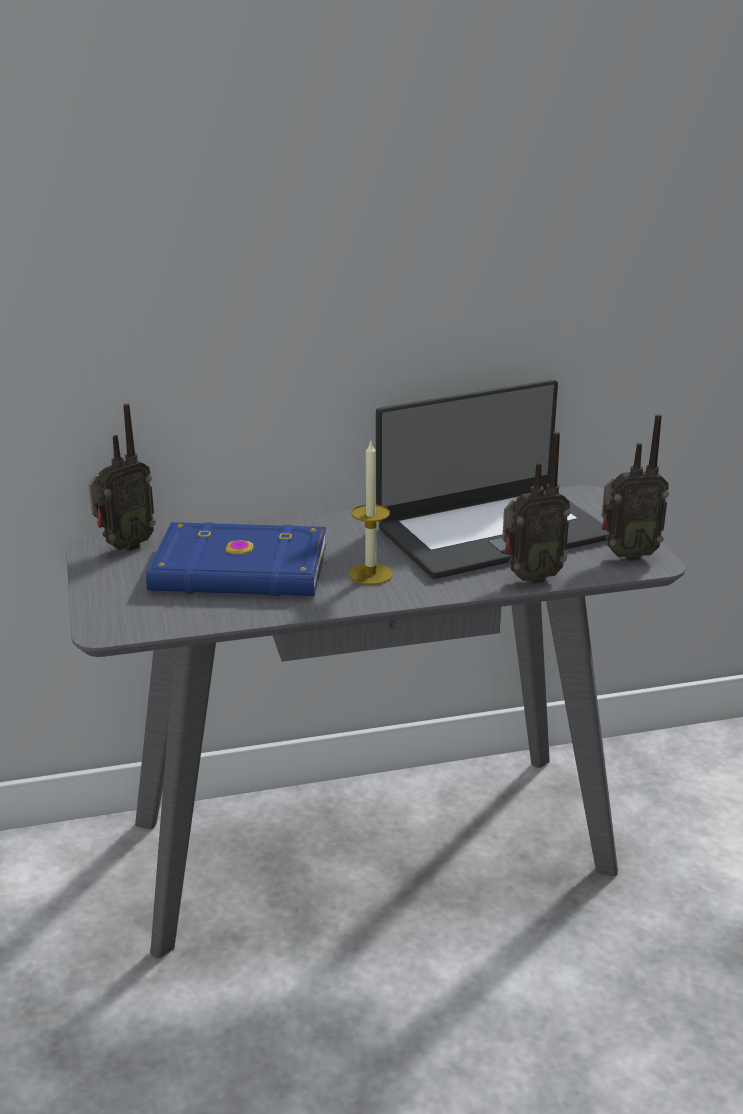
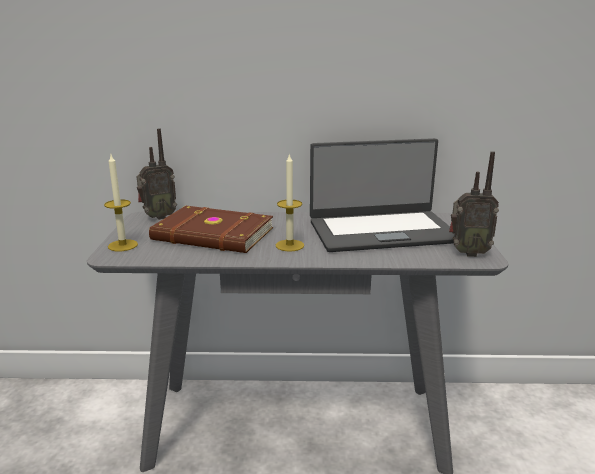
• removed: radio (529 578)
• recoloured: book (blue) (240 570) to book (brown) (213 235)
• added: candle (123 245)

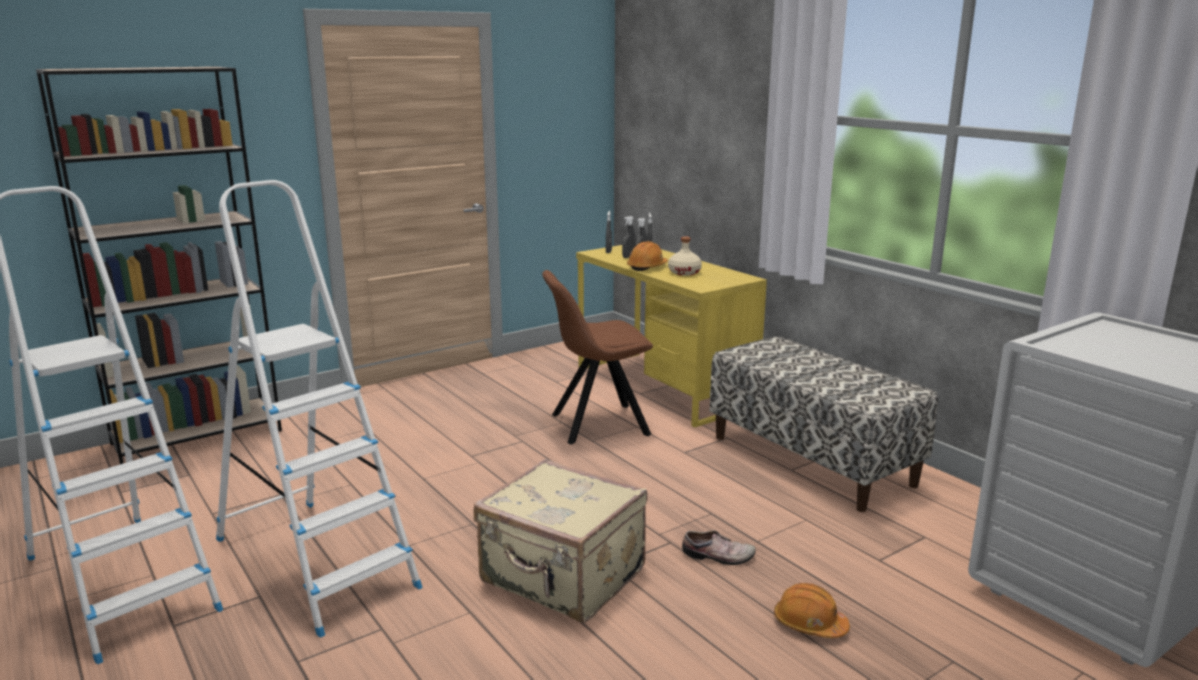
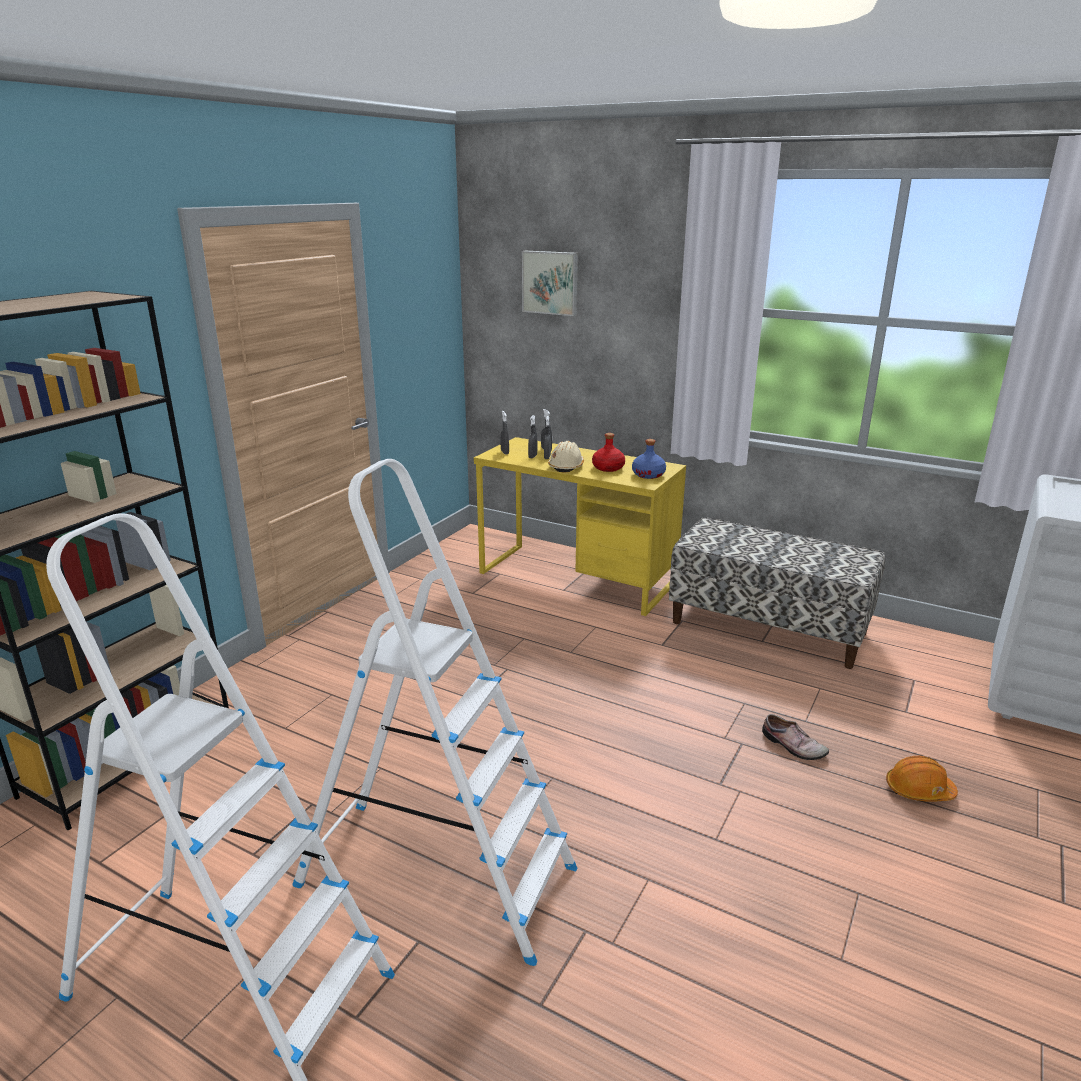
• recoloured: bottle (beige) (684 272) to bottle (red) (608 468)
• recoloured: hard hat (orange) (647 267) to hard hat (beige) (566 466)
• removed: chair (brown) (599 424)
• removed: suitcase (beige) (562 578)
• turned: shoe (718 557) = (792 746) 60 degrees clockwise
• added: picture (551 282)
• added: bottle (blue) (648 475)

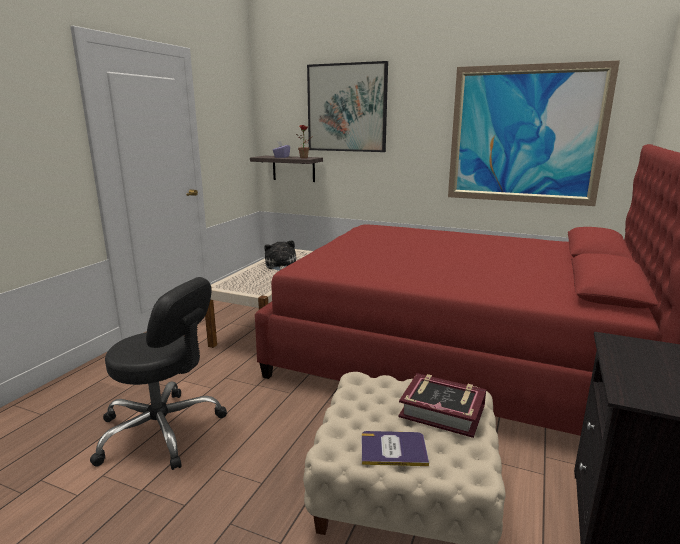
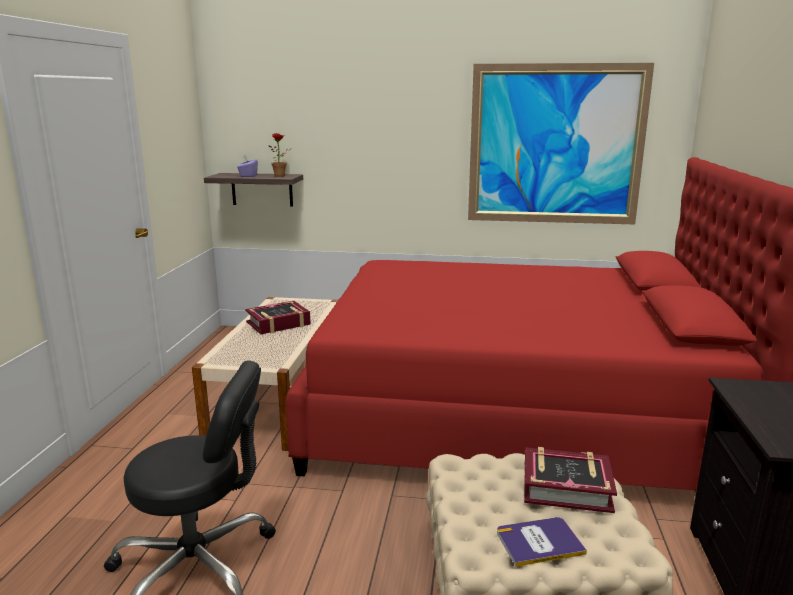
• removed: picture (347 108)
• replaced: plush toy (280 266) to book (278 323)

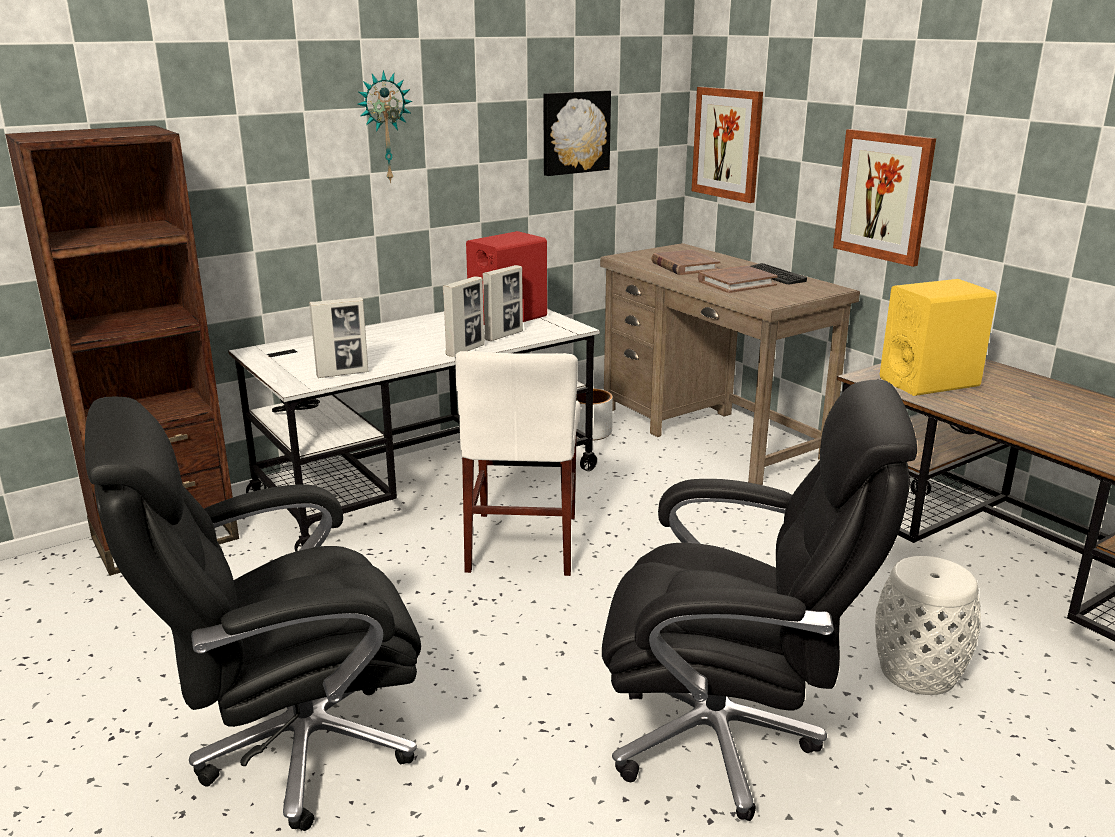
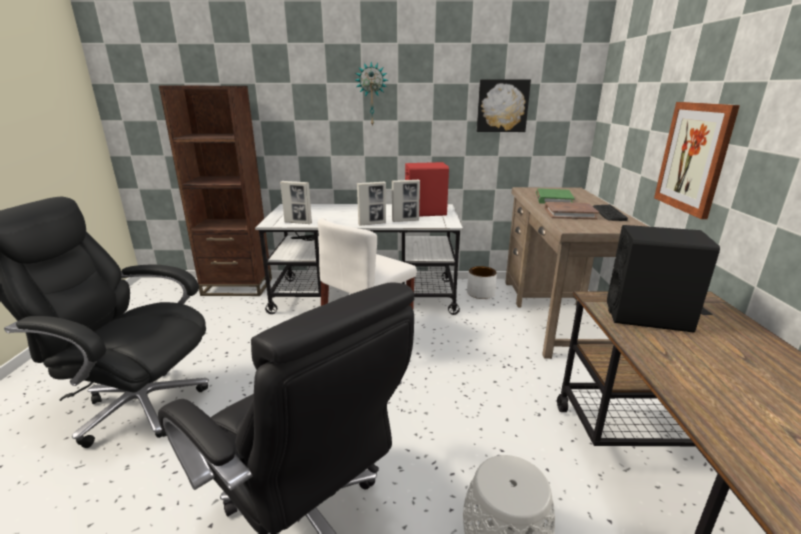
• removed: picture (727 143)
• recoloured: book (brown) (684 266) to book (green) (553 199)
• recoloured: speaker (yellow) (929 382) to speaker (black) (647 316)

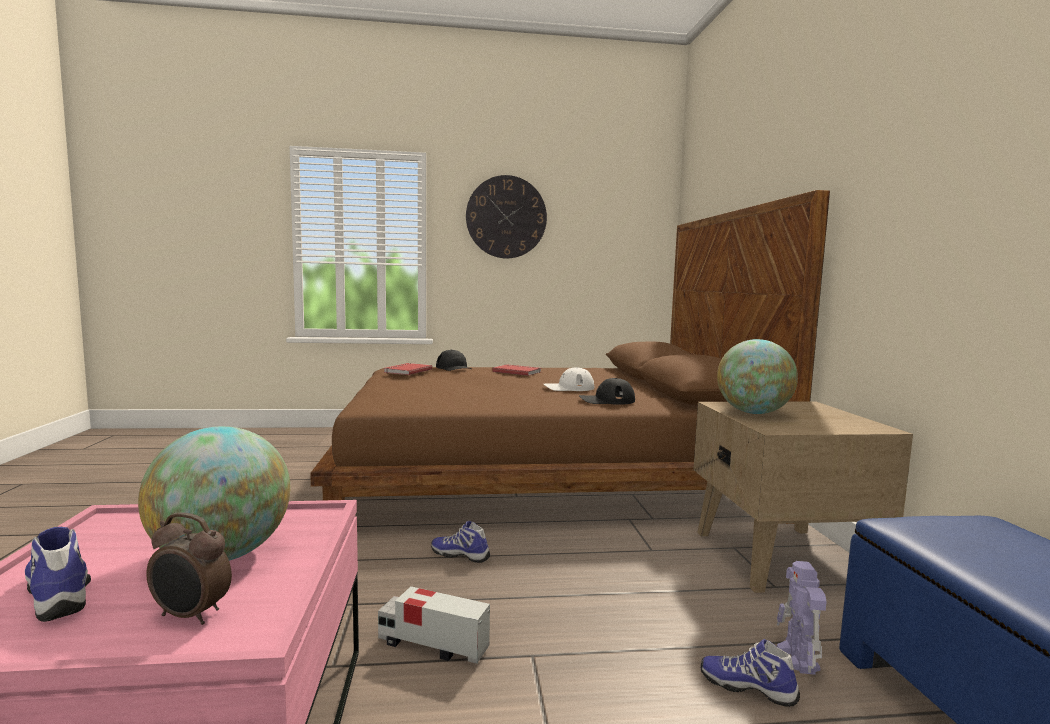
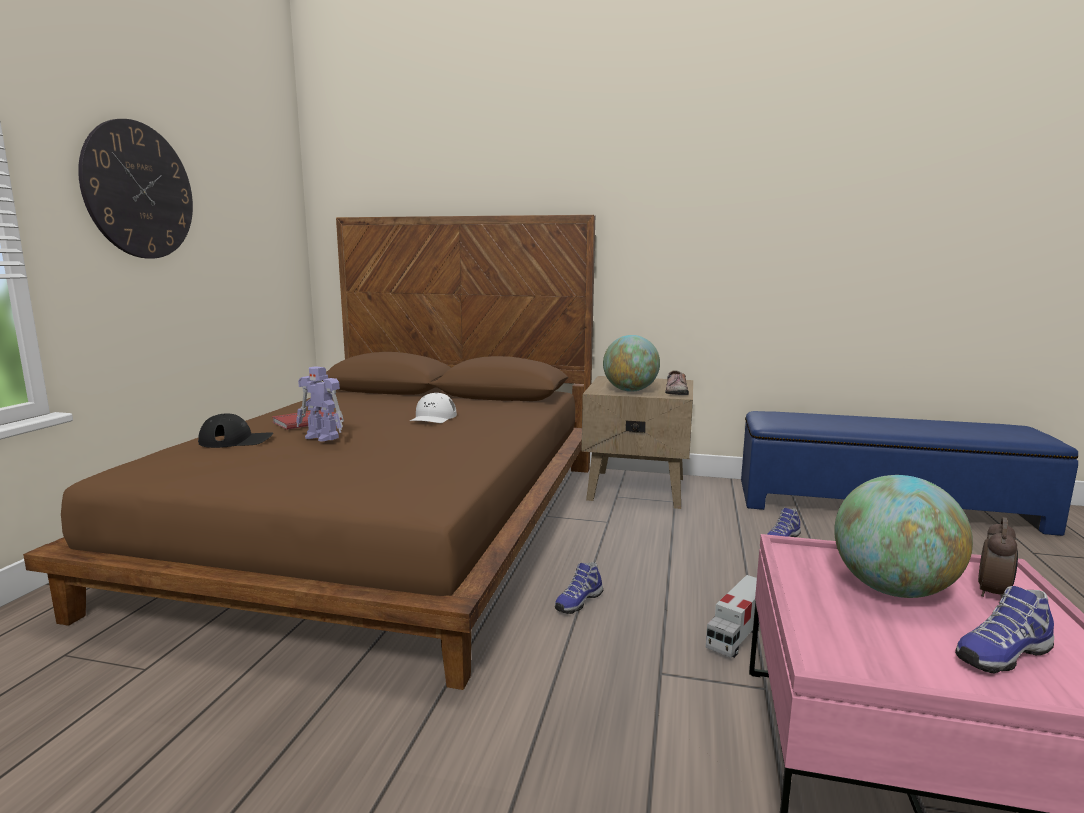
• removed: book (red) (407 371)
• removed: cap (black) (606 400)
• moved: toy robot (798 659) to (322 437)
• added: shoe (675 392)

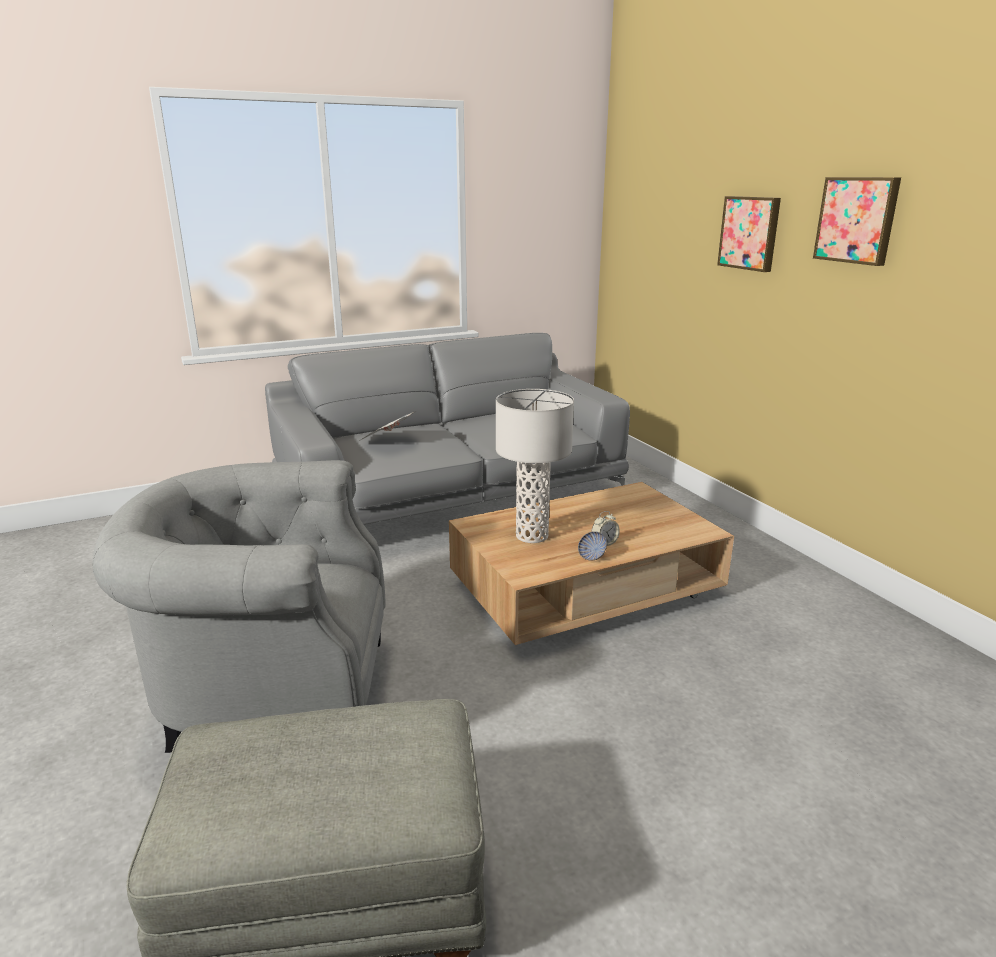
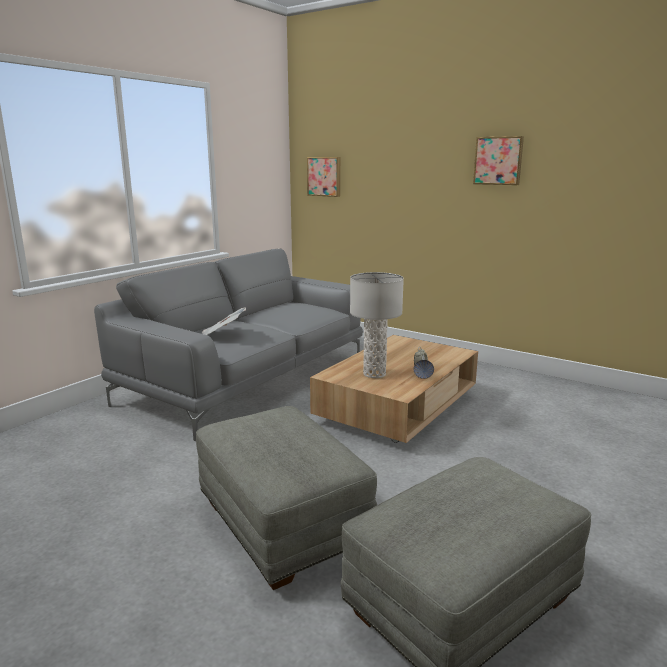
• moved: picture (750 233) to (324 176)
• replaced: armchair (grey) (272 700) to ottoman (grey) (281 526)

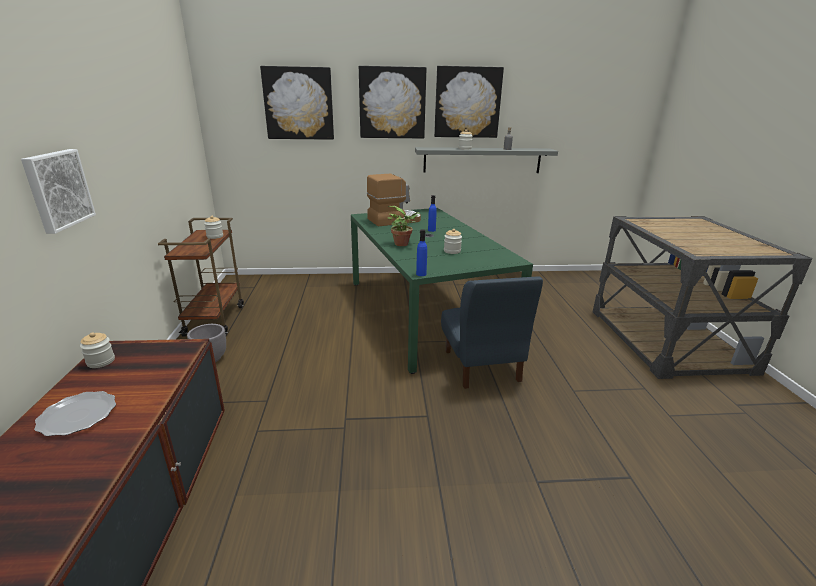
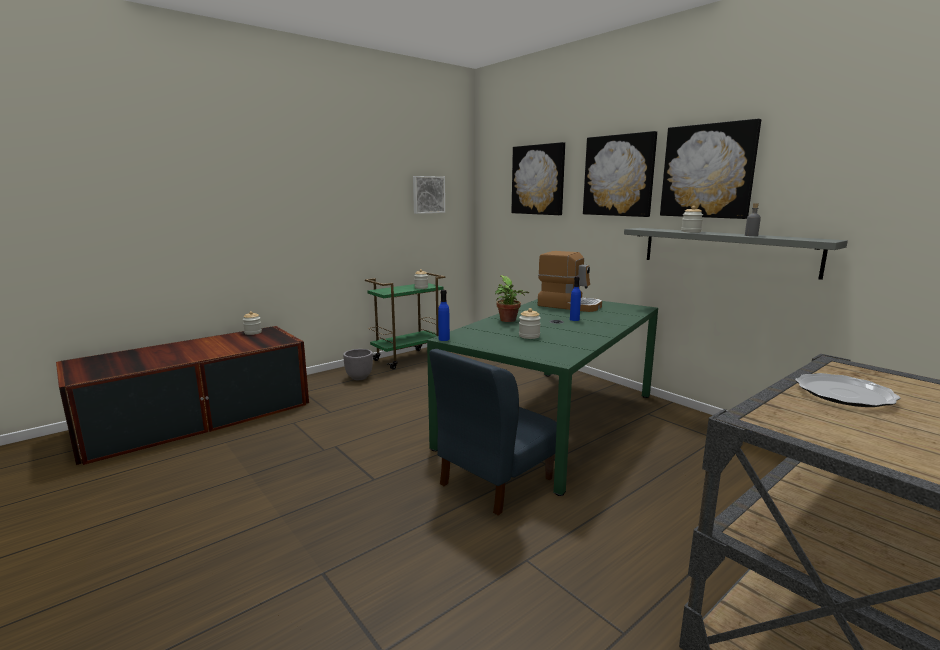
• moved: picture (57 189) to (428 194)
• recoloured: cart (brown) (215 319) to cart (green) (408 359)
• moved: plate (78 415) to (844 393)

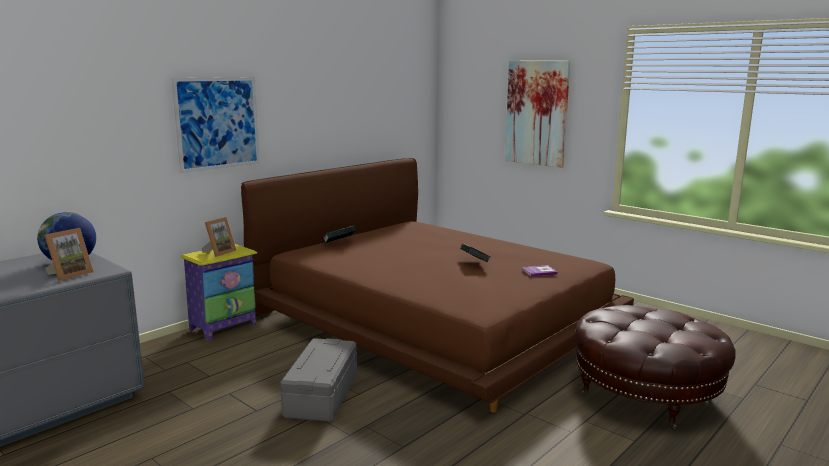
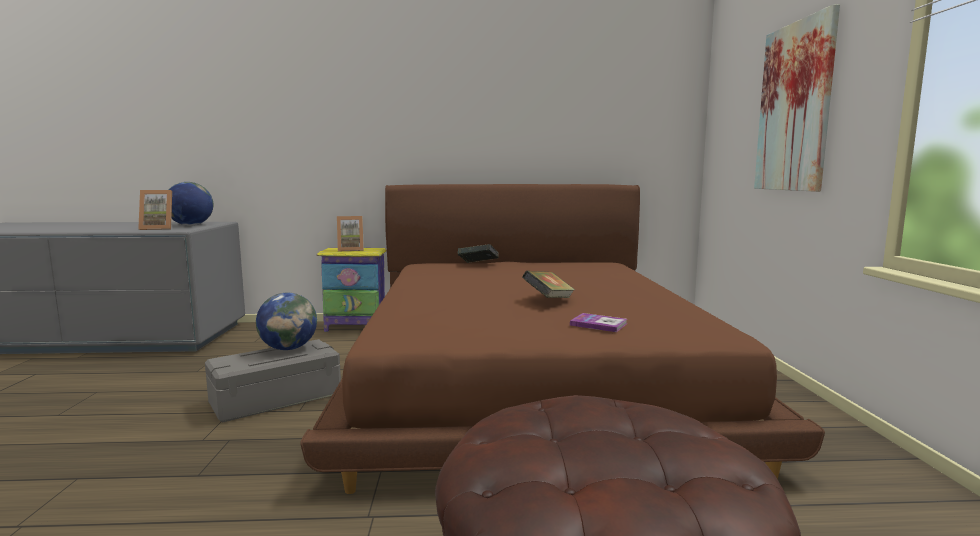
• removed: picture (218 123)
• added: globe (288 348)

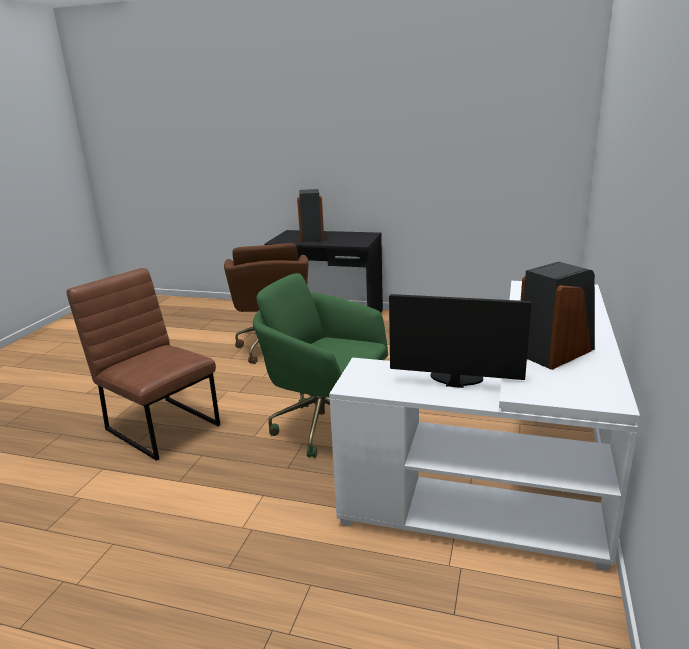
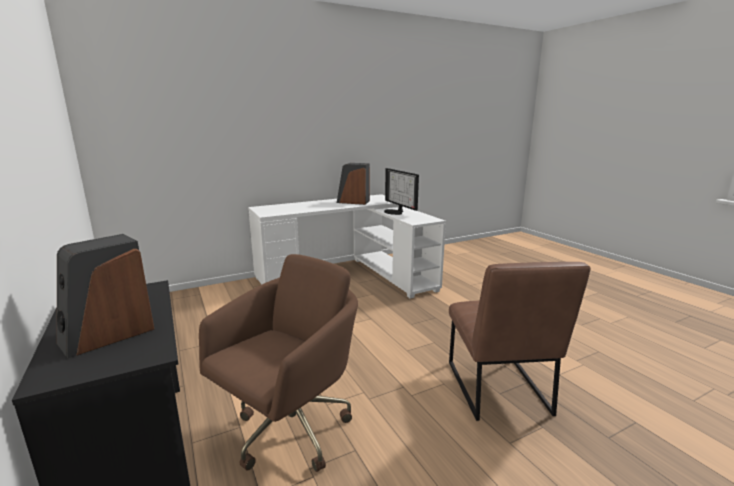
• removed: office chair (green) (327 429)

